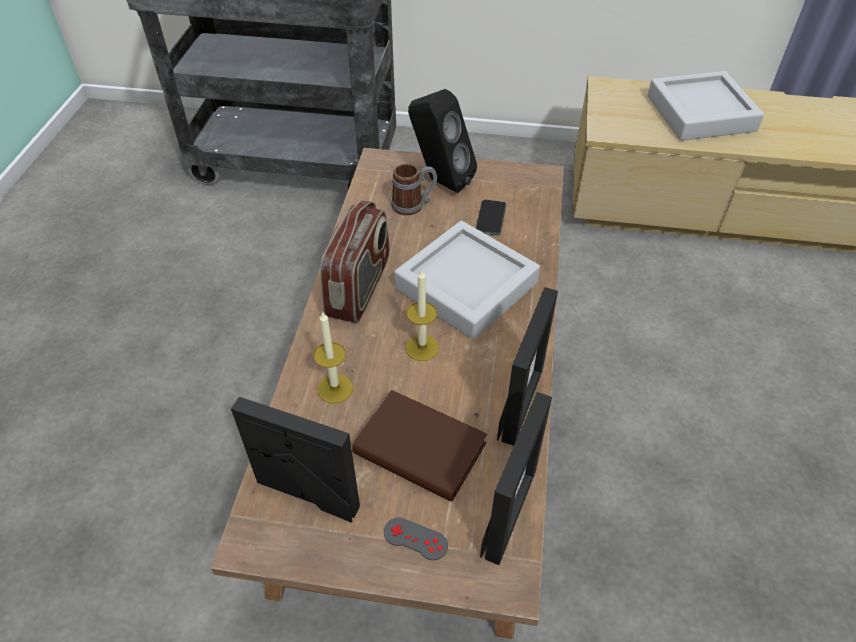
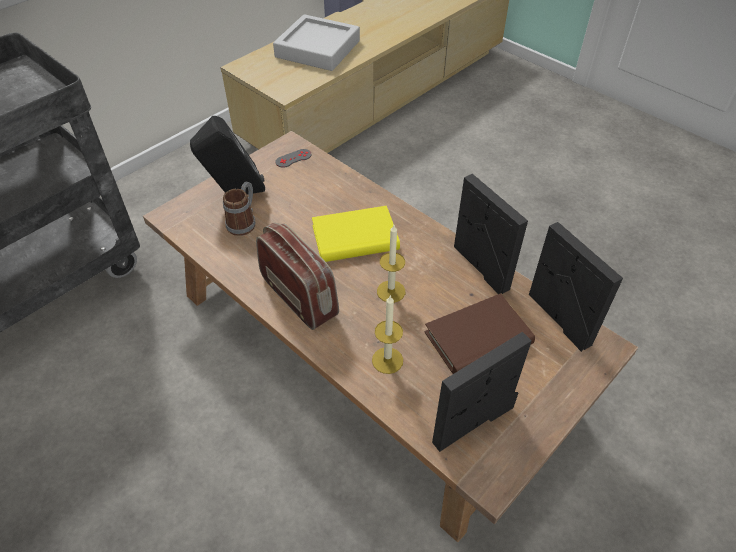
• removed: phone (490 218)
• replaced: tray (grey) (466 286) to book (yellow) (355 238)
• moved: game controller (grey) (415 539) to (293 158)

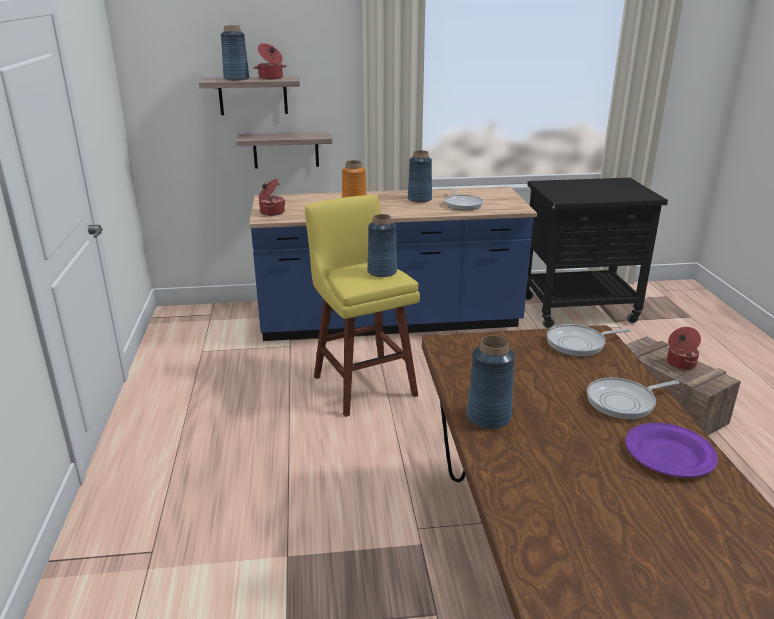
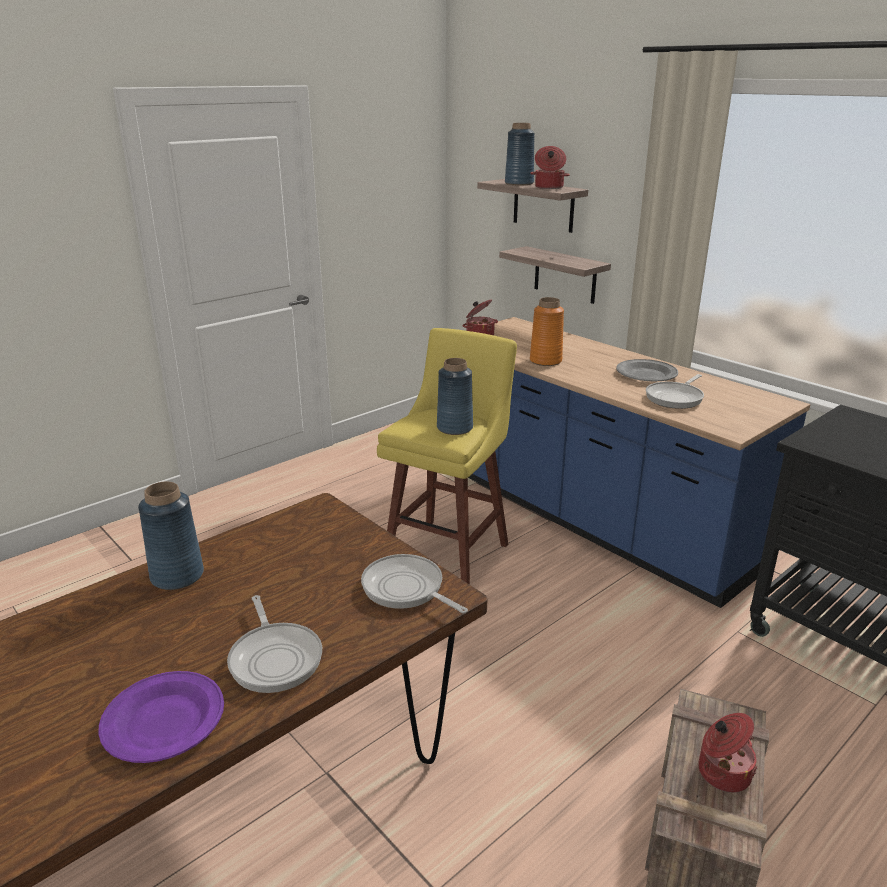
• replaced: vase (blue) (419 199) to plate (grey) (646 374)
• turned: frying pan (624 402) = (275 658) 150 degrees counterclockwise

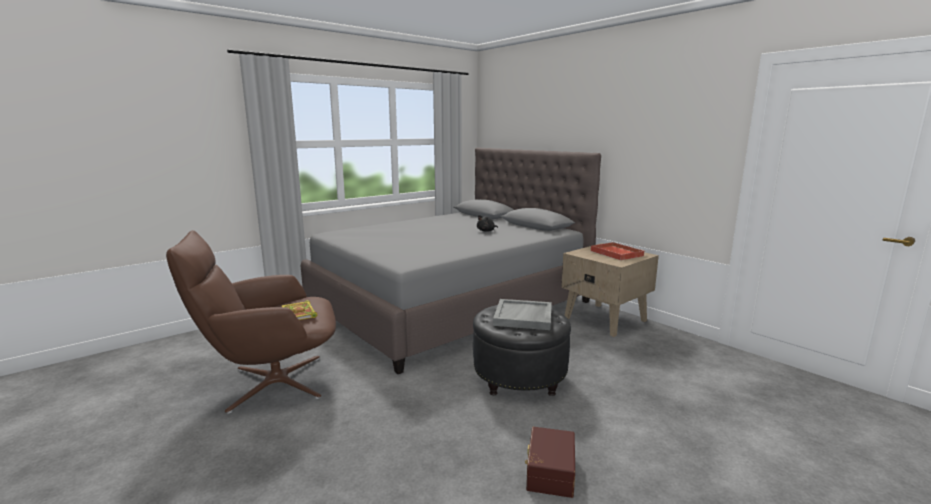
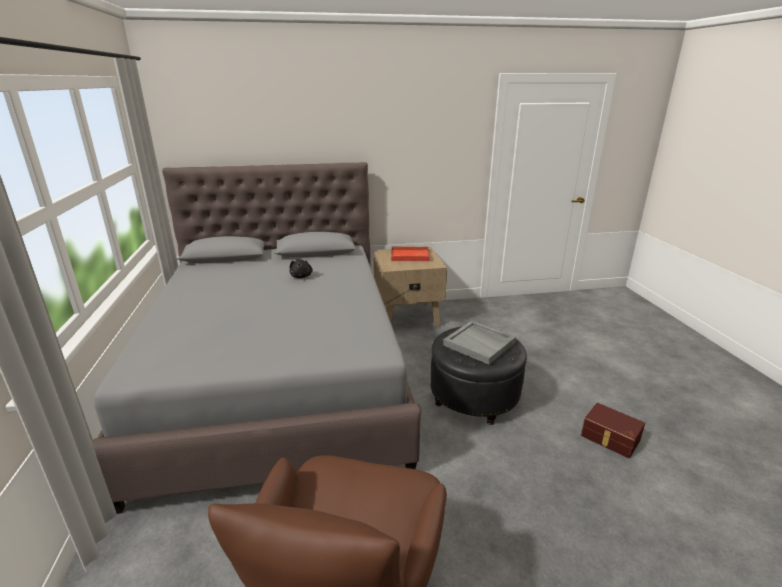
• removed: book (299 314)

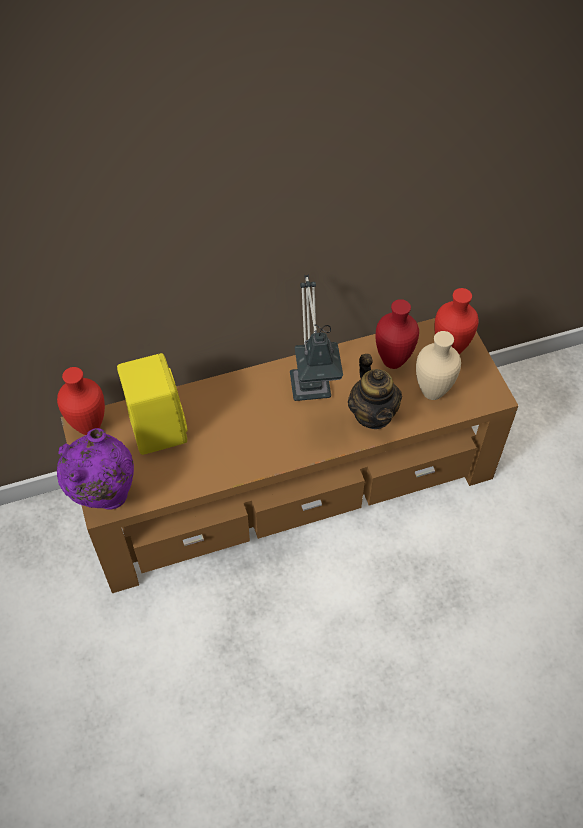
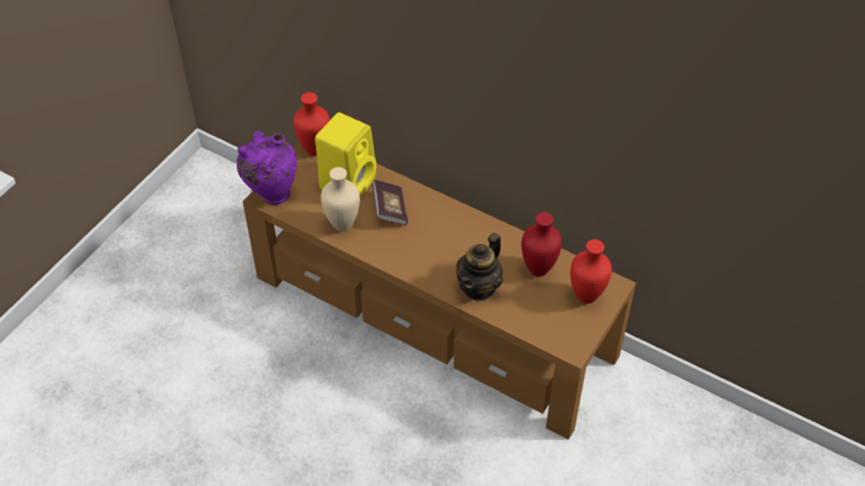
• removed: table lamp (311 395)
• moved: vase (beige) (434 392) to (343 225)
• added: book (390 210)

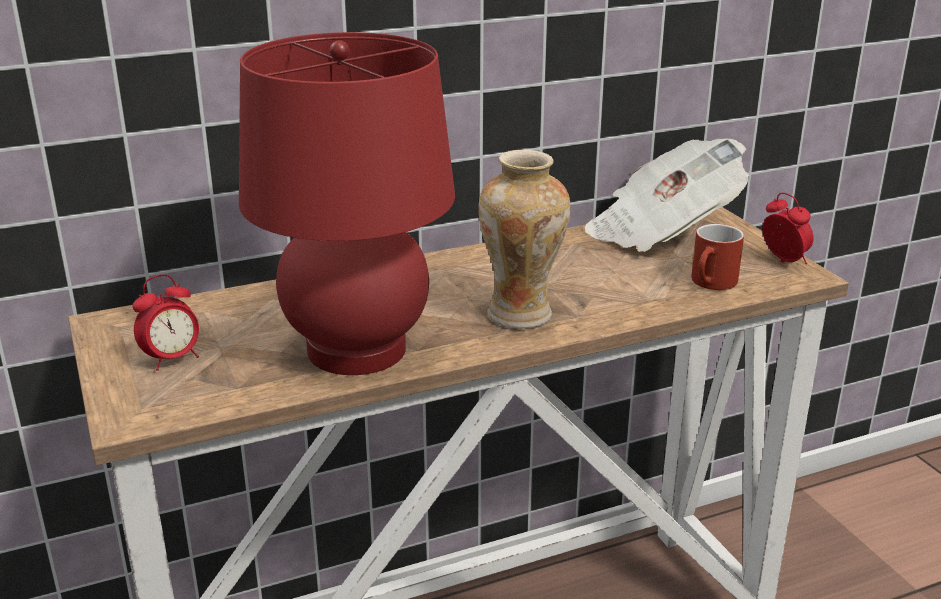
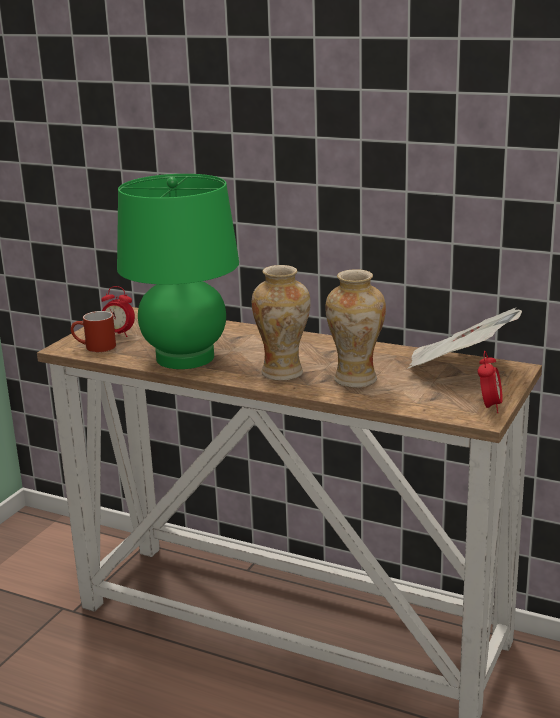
• recoloured: table lamp (red) (356 349) to table lamp (green) (185 358)
• moved: mug (red) (712 284) to (94 348)
• added: vase (355 380)

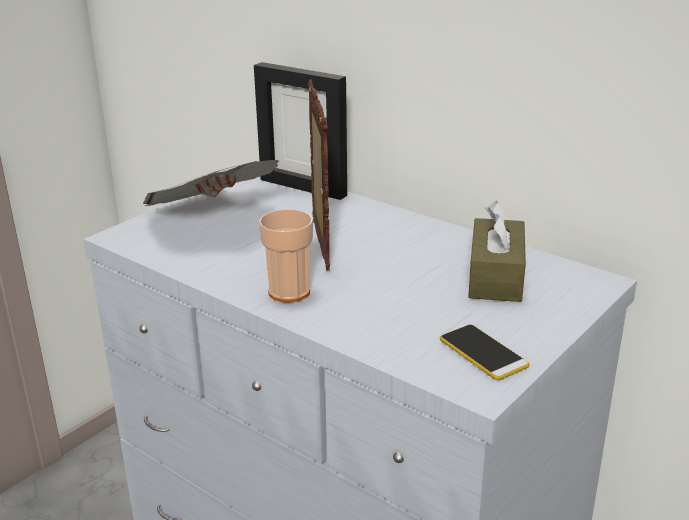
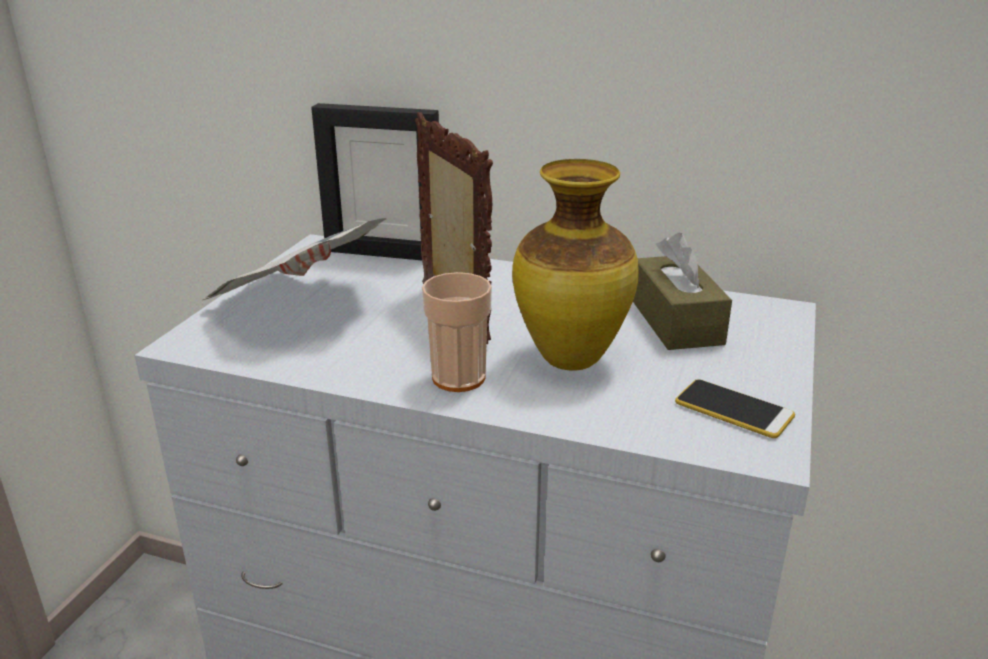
• added: vase (572 359)

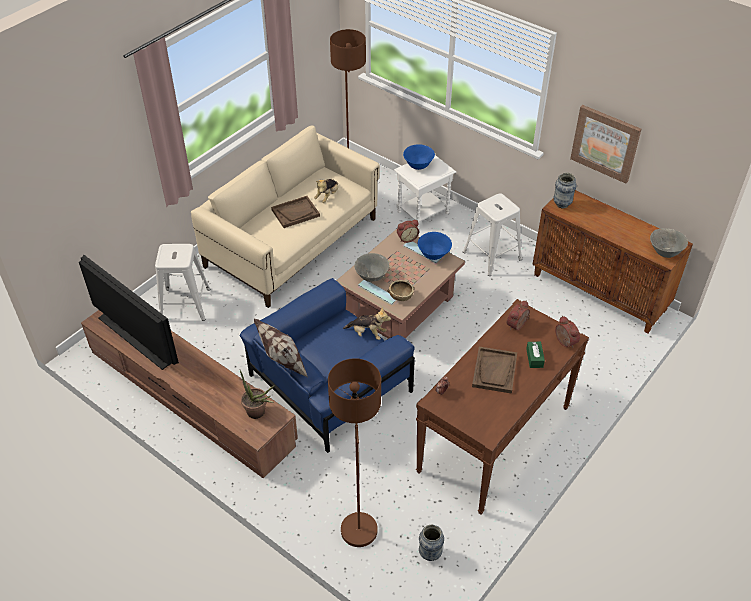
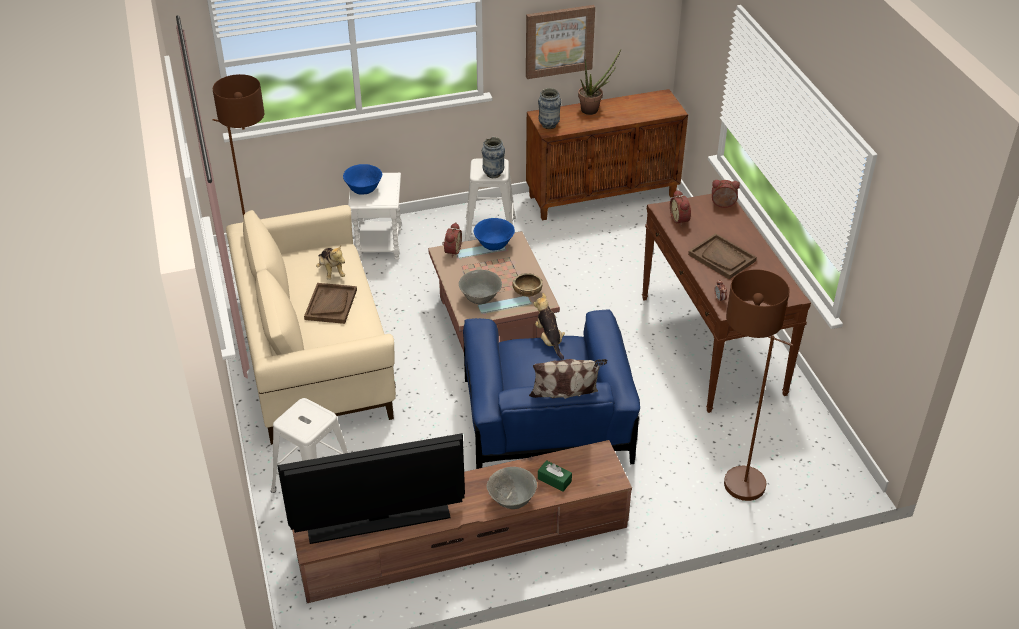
• moved: bowl (grey) (665 252) to (512 501)
• turned: plush toy (367 333) = (549 340) 75 degrees counterclockwise
• moved: tissue box (green) (534 358) to (554 480)
• moved: potted plant (259 414) to (593 109)
• moved: vase (430 553) to (493 174)

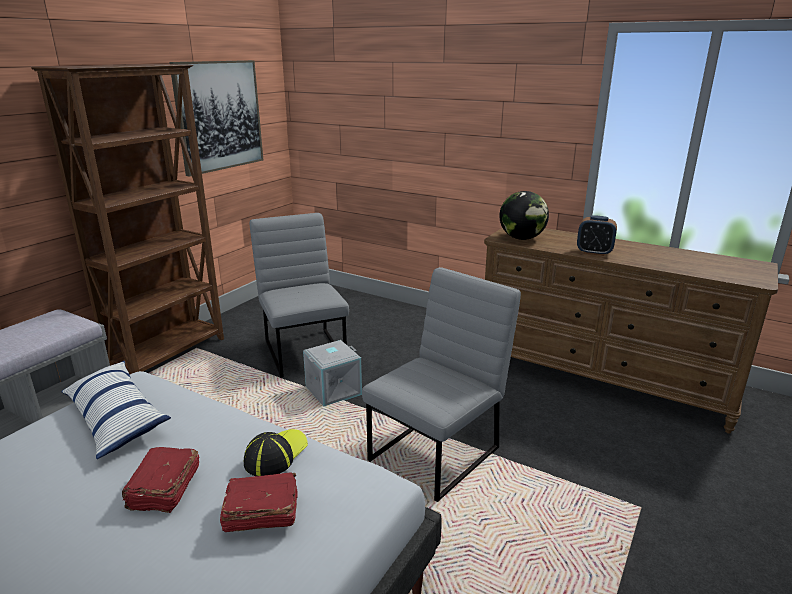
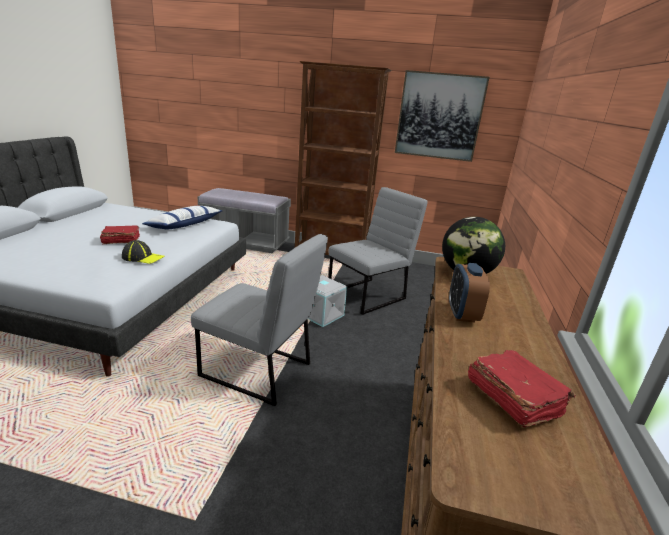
• moved: book (red) (260 513) to (512 398)

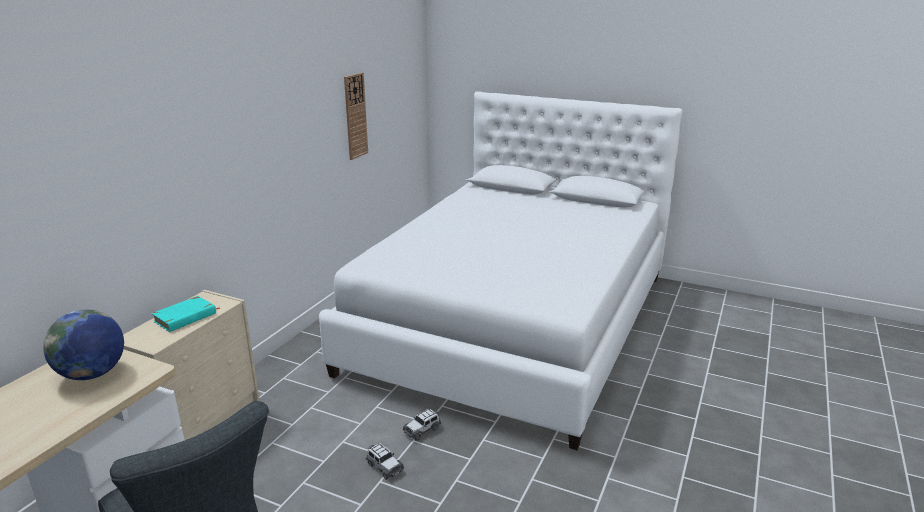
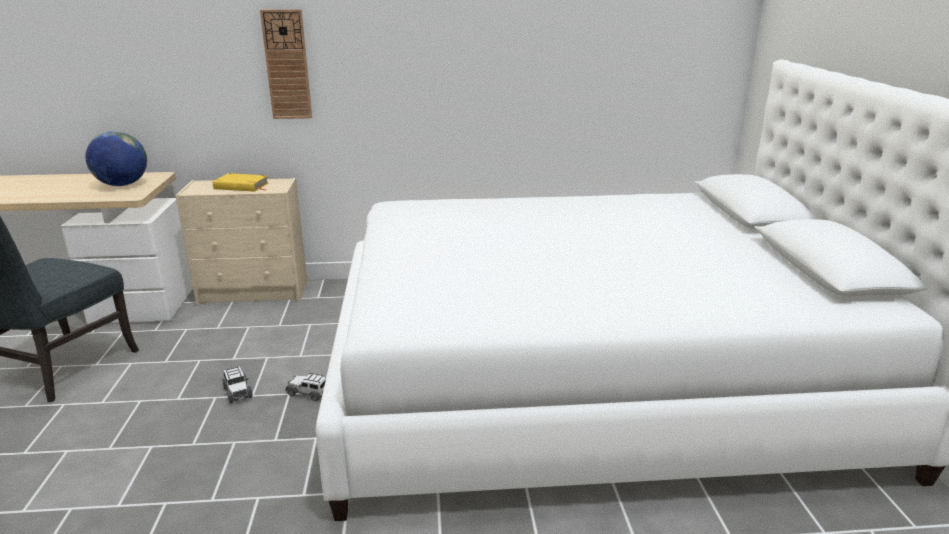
• moved: wall clock (355 116) to (287 65)
• recoloured: book (turquoise) (185 317) to book (yellow) (241 186)
• turned: toy car (384 467) = (237 392) 45 degrees counterclockwise

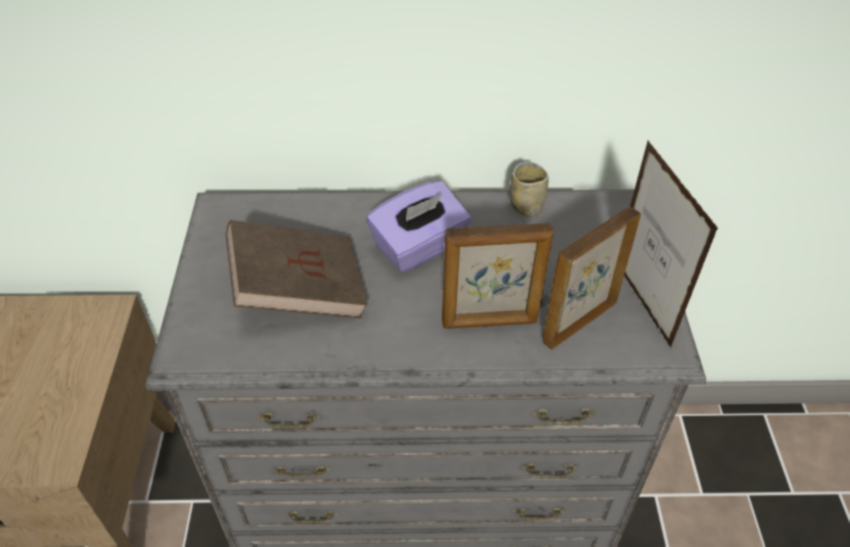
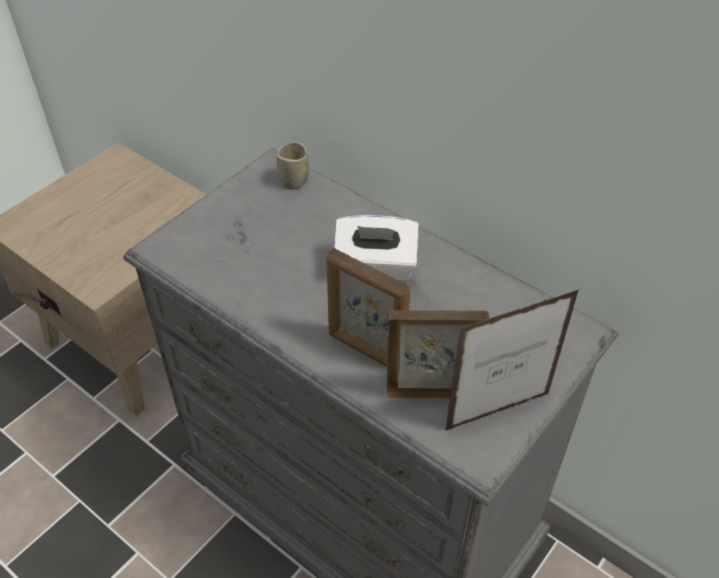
• turned: picture frame (641 303) = (498 411) 135 degrees counterclockwise
• moved: cup (526 206) to (294 181)
• recoloured: tissue box (purple) (420 247) to tissue box (white) (375 268)
• removed: book (brown) (299 291)

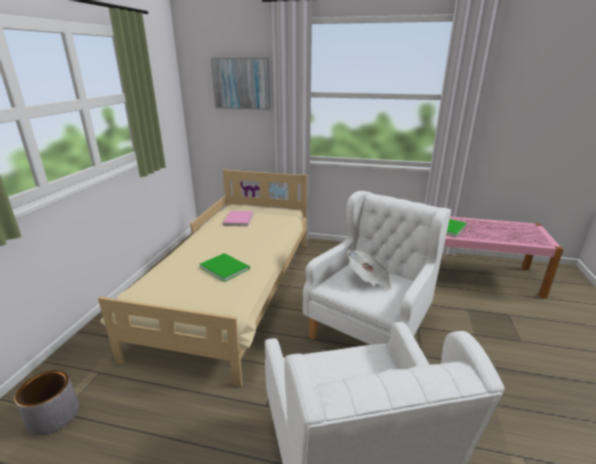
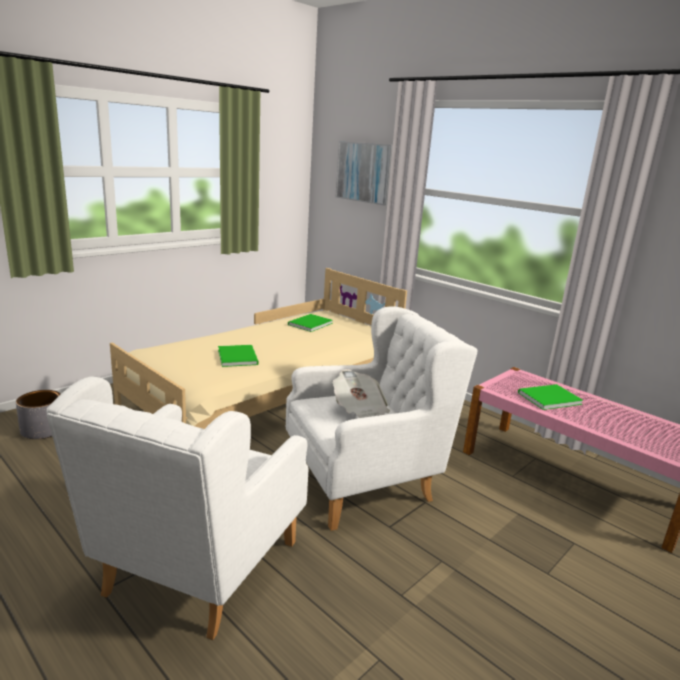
• recoloured: book (pink) (237 220) to book (green) (308 324)

